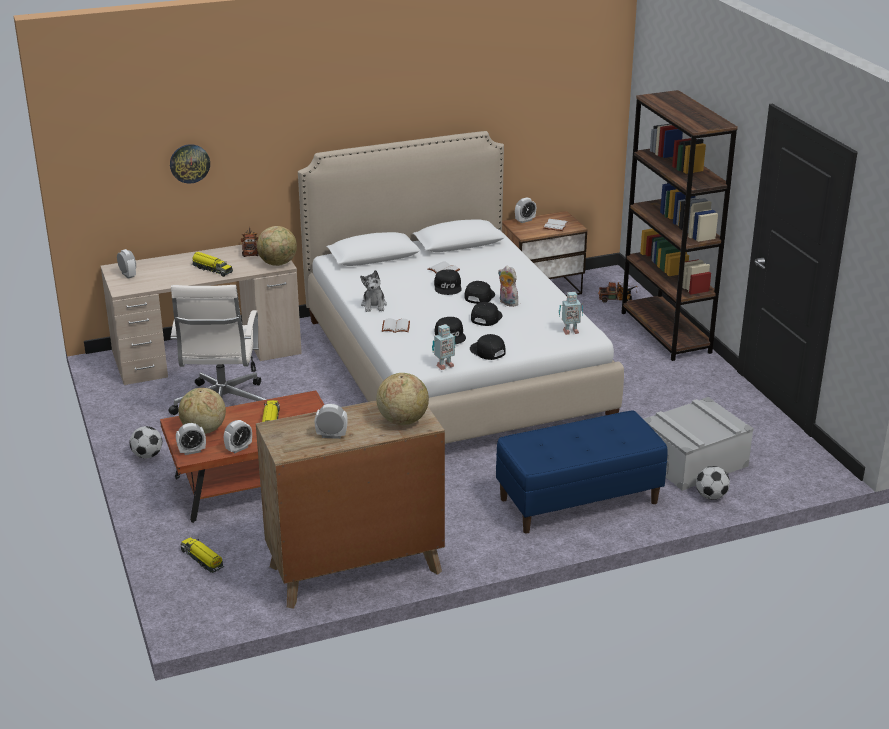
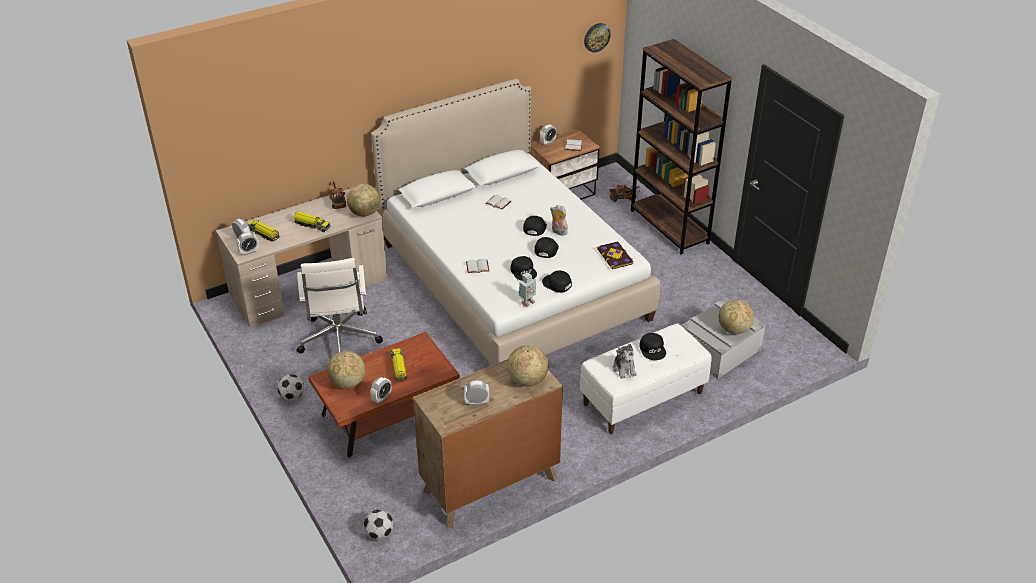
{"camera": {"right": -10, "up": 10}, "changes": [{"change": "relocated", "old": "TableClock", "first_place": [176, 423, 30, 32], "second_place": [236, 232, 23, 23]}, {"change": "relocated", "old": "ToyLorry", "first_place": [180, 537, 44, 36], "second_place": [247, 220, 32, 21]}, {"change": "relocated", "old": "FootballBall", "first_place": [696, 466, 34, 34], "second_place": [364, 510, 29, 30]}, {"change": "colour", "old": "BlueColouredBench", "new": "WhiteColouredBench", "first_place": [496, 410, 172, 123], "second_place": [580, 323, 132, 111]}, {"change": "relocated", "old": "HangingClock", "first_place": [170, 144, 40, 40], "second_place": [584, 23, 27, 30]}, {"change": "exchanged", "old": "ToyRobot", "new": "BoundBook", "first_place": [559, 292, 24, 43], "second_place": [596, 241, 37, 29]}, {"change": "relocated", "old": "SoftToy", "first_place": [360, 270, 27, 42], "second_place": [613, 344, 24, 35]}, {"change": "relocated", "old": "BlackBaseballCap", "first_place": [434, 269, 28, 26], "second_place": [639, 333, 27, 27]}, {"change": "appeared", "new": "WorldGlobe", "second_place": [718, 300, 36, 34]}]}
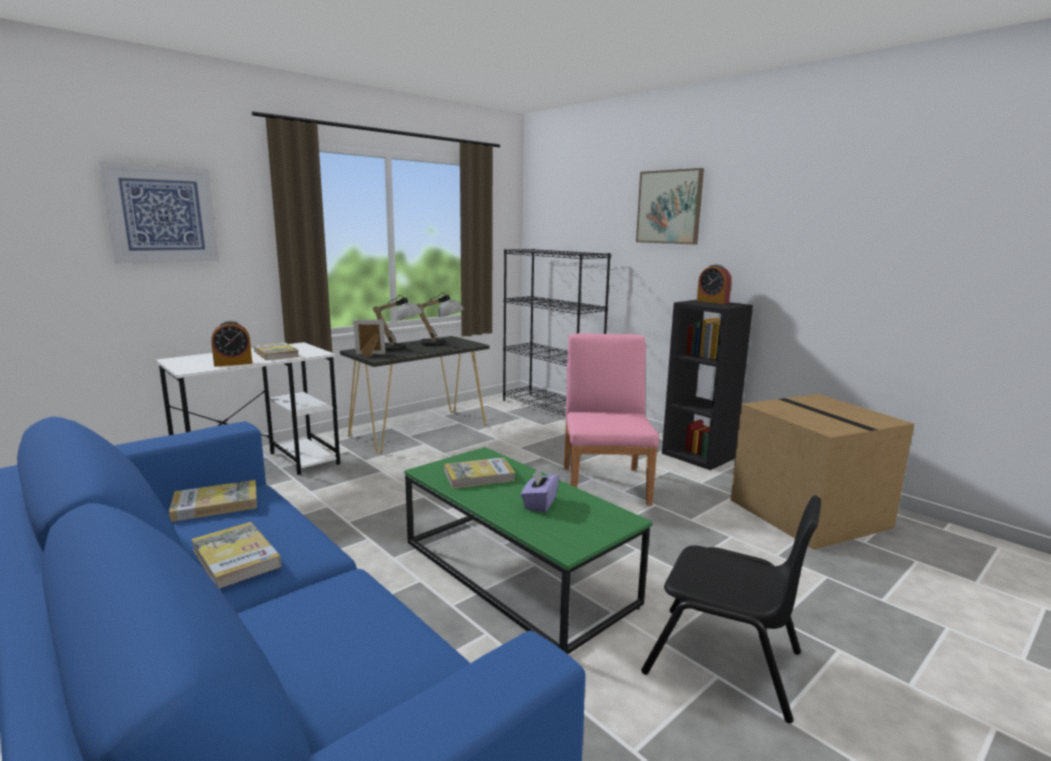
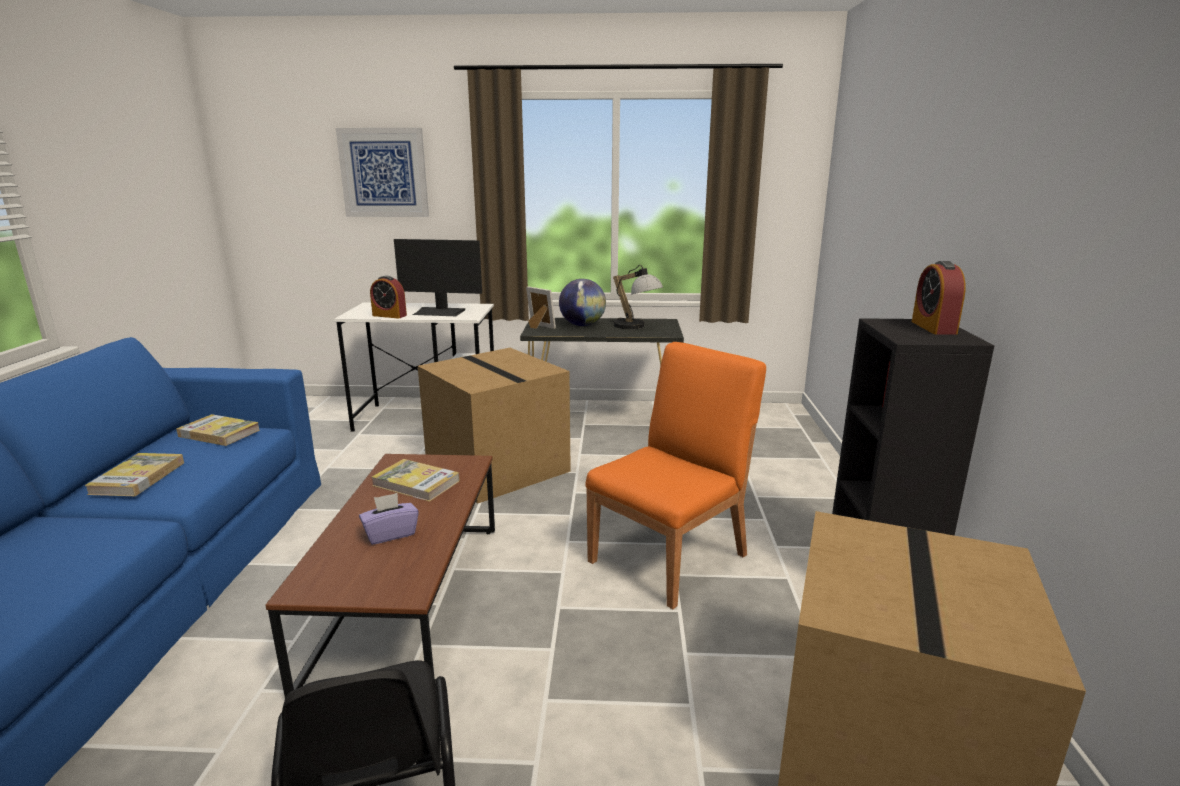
{"camera": {"right": 45, "up": 5}, "changes": [{"change": "colour", "old": "GreenColouredLowTable", "new": "BrownLowTable", "first_place": [404, 447, 249, 207], "second_place": [265, 454, 230, 244]}, {"change": "exchanged", "old": "BoundBook", "new": "ComputerScreen", "first_place": [253, 342, 46, 18], "second_place": [394, 239, 88, 77]}, {"change": "appeared", "new": "CardboardBox", "second_place": [418, 348, 153, 156]}, {"change": "exchanged", "old": "TabletopLamp", "new": "WorldGlobe", "first_place": [373, 295, 50, 56], "second_place": [559, 279, 47, 47]}, {"change": "colour", "old": "PinkColouredUprightChair", "new": "OrangeyUprightChair", "first_place": [564, 334, 95, 172], "second_place": [585, 342, 181, 267]}, {"change": "missing", "old": "BlackBookcase", "first_place": [503, 249, 108, 167]}, {"change": "missing", "old": "Picture", "first_place": [636, 168, 68, 76]}]}
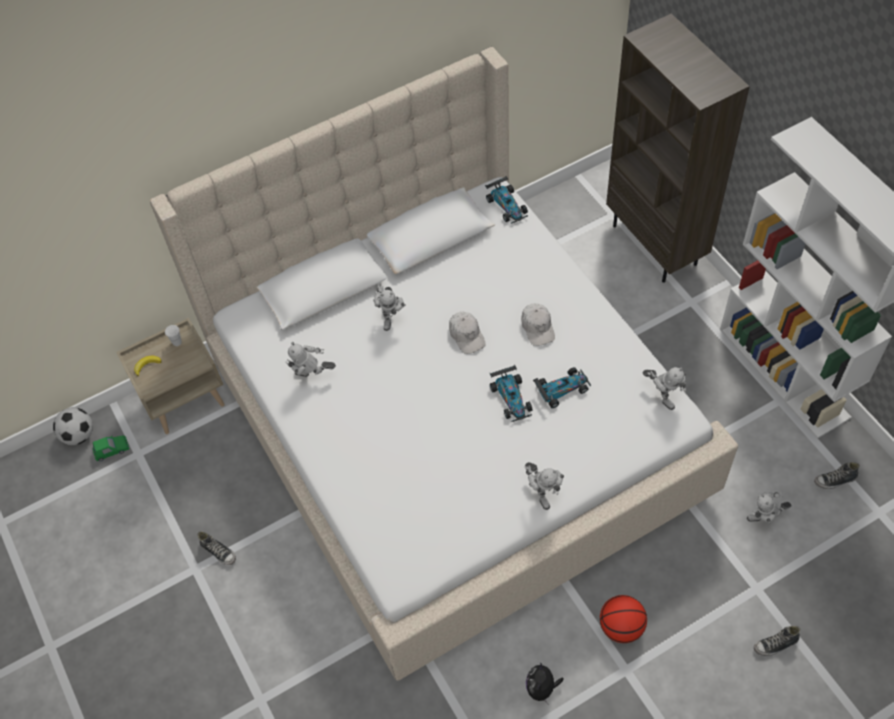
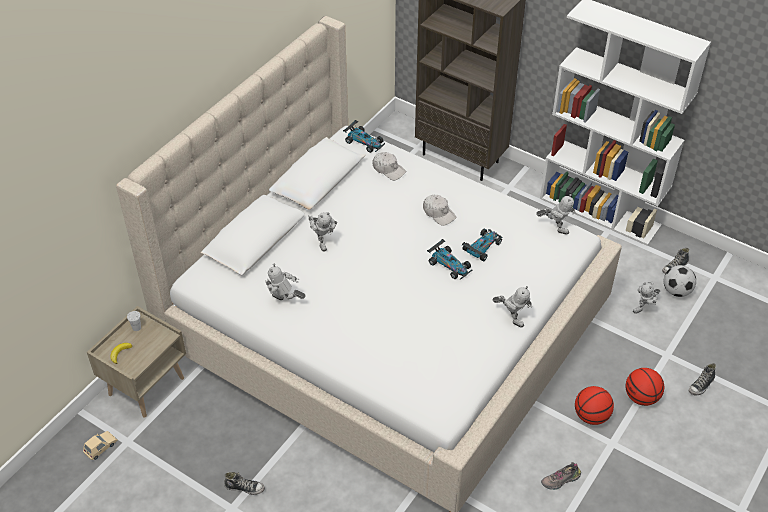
{"camera": {"right": -30, "up": -10}, "changes": [{"change": "colour", "old": "GreenColouredModelCar", "new": "SandColouredModelCar", "first_place": [93, 435, 36, 26], "second_place": [83, 431, 35, 29]}, {"change": "spun", "old": "ToyRobot", "first_place": [285, 342, 51, 35], "second_place": [265, 263, 41, 37], "degrees": 45}, {"change": "relocated", "old": "WhiteColouredBaseballCap", "first_place": [449, 312, 37, 42], "second_place": [372, 152, 34, 28]}, {"change": "exchanged", "old": "SoftToy", "new": "LowShoe", "first_place": [526, 662, 38, 43], "second_place": [541, 462, 40, 28]}, {"change": "appeared", "new": "BasketballBall", "second_place": [626, 368, 38, 38]}, {"change": "relocated", "old": "FootballBall", "first_place": [53, 407, 40, 38], "second_place": [664, 265, 32, 32]}]}
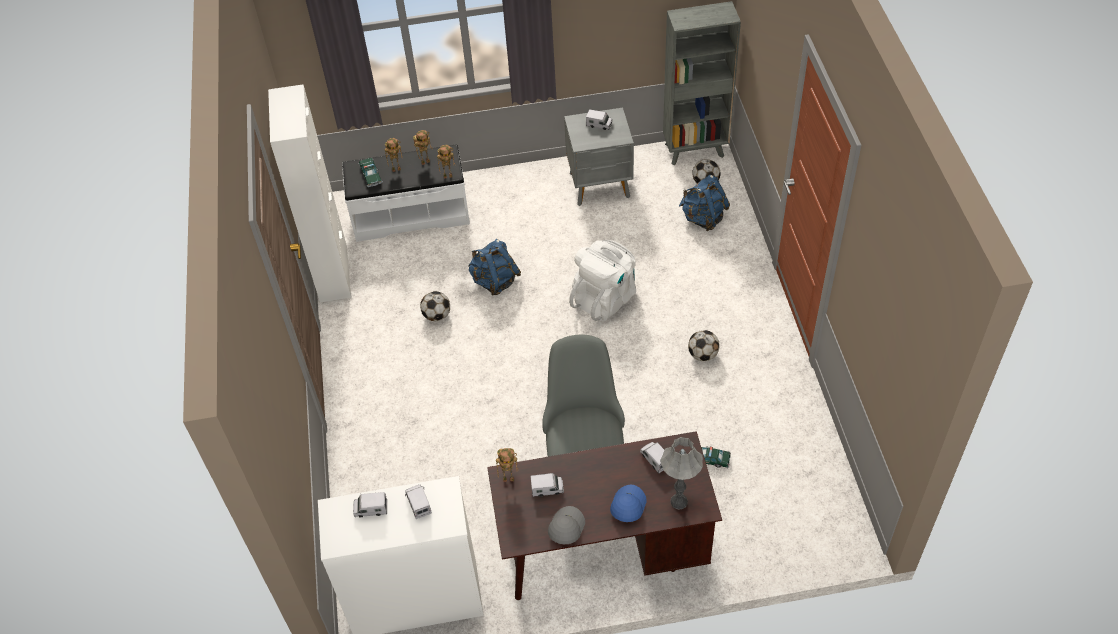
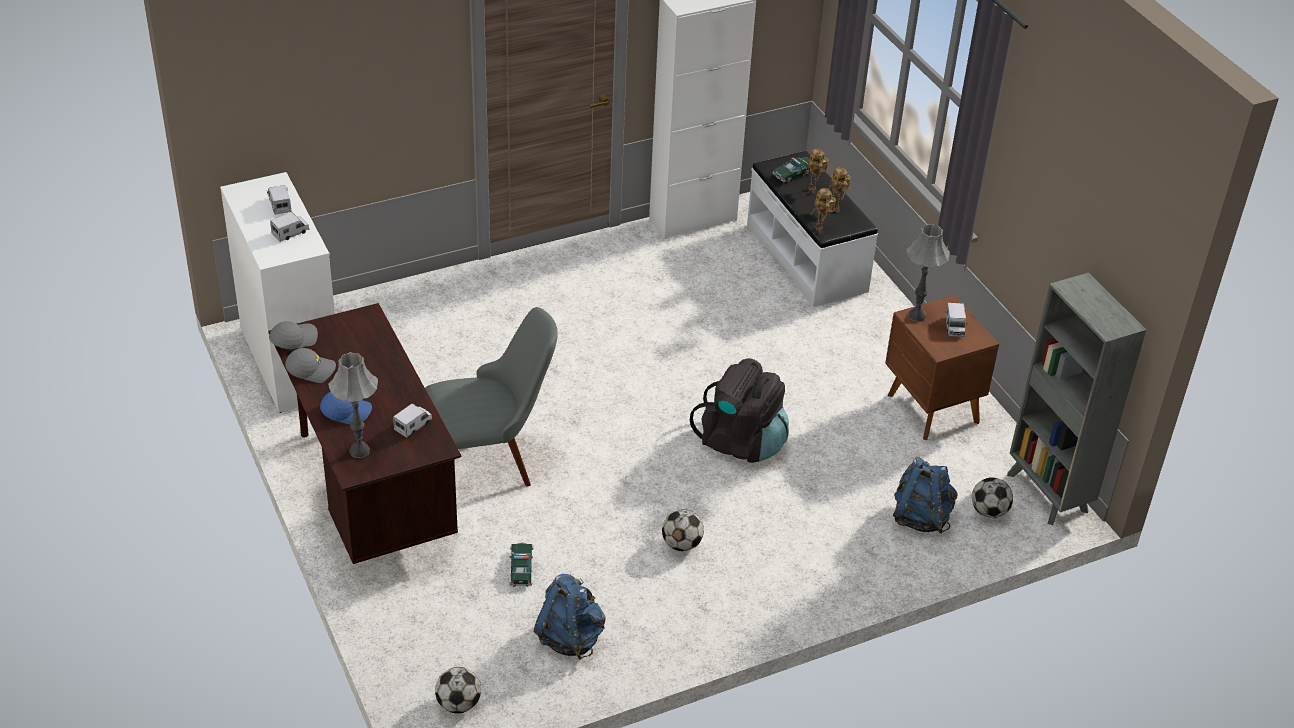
{"camera": {"right": 70, "up": -10}, "changes": [{"change": "appeared", "new": "GreyishBaseballCap", "second_place": [269, 321, 49, 28]}, {"change": "relocated", "old": "FootballBall", "first_place": [420, 291, 30, 30], "second_place": [435, 667, 46, 46]}, {"change": "relocated", "old": "BlueColouredRucksack", "first_place": [468, 239, 53, 57], "second_place": [534, 574, 71, 86]}, {"change": "colour", "old": "WhiteColouredRucksack", "new": "BlackRucksack", "first_place": [569, 240, 67, 81], "second_place": [690, 358, 99, 105]}, {"change": "colour", "old": "GreyishNightstand", "new": "BrownNightstand", "first_place": [564, 108, 70, 98], "second_place": [885, 295, 114, 145]}, {"change": "appeared", "new": "GreyishTabletopLamp", "second_place": [907, 224, 43, 98]}, {"change": "missing", "old": "ToyRobot", "first_place": [496, 448, 22, 34]}, {"change": "missing", "old": "ToyLorry", "first_place": [531, 473, 33, 24]}]}
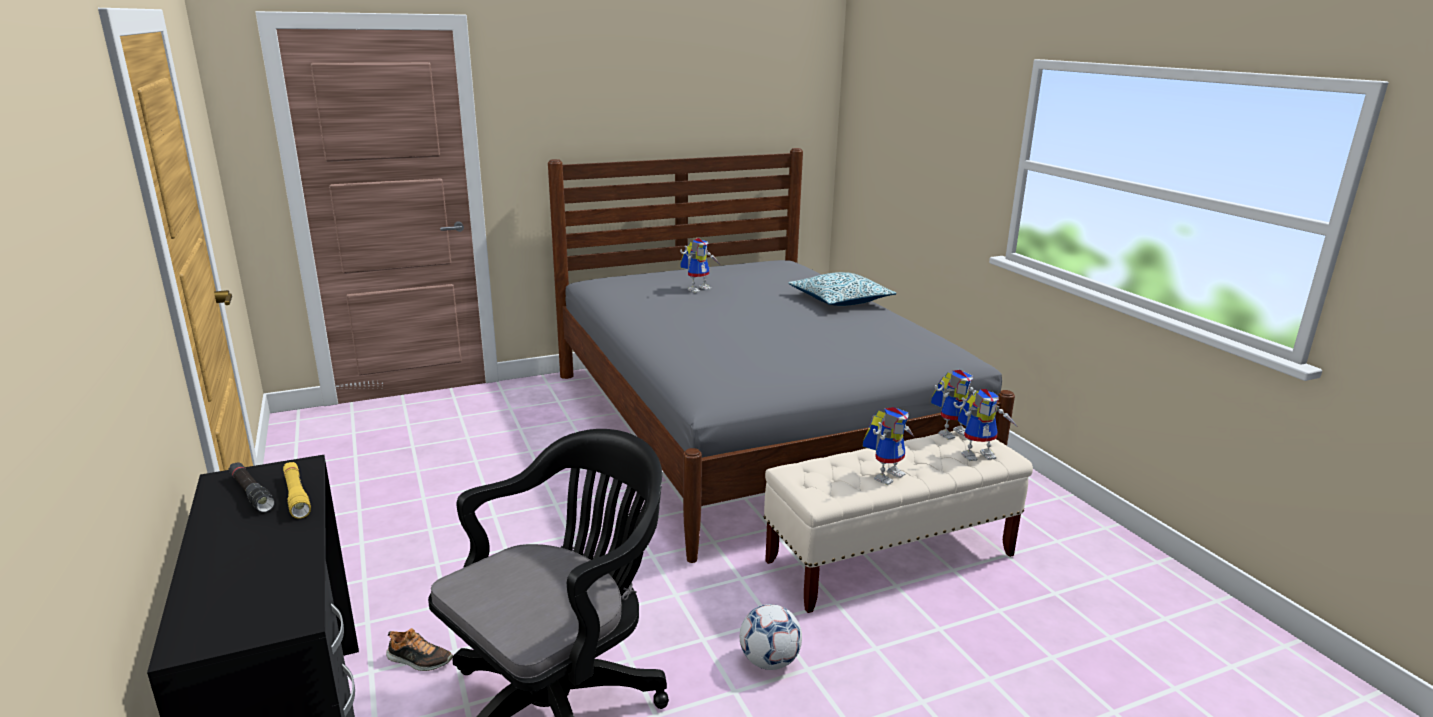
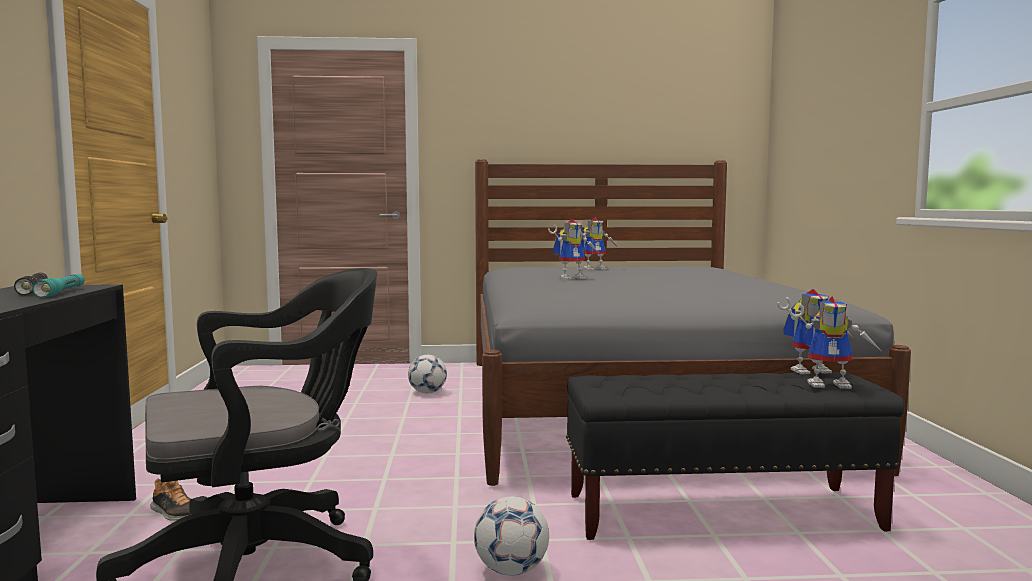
{"camera": {"right": 20, "up": -15}, "changes": [{"change": "colour", "old": "YellowishFlashlight", "new": "TurquoiseFlashlight", "first_place": [283, 462, 28, 56], "second_place": [32, 274, 53, 24]}, {"change": "appeared", "new": "FootballBall", "second_place": [408, 355, 39, 38]}, {"change": "relocated", "old": "ToyRobot", "first_place": [863, 407, 51, 78], "second_place": [548, 219, 51, 61]}, {"change": "colour", "old": "SandColouredBench", "new": "BlackBench", "first_place": [764, 428, 269, 185], "second_place": [566, 372, 338, 168]}, {"change": "missing", "old": "Pillow", "first_place": [788, 272, 108, 34]}]}
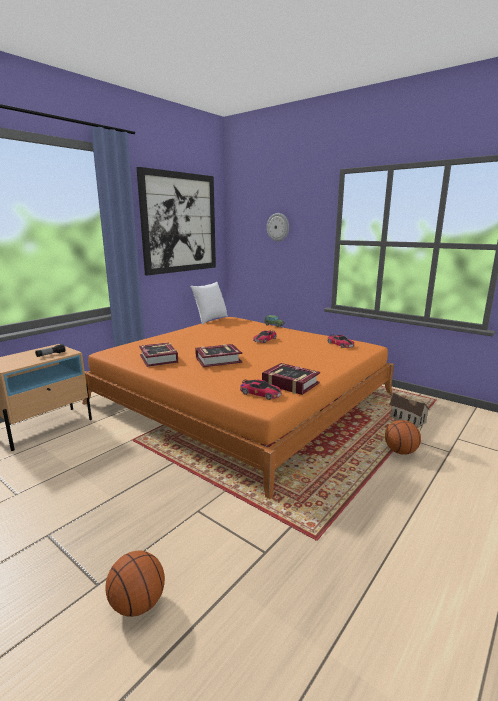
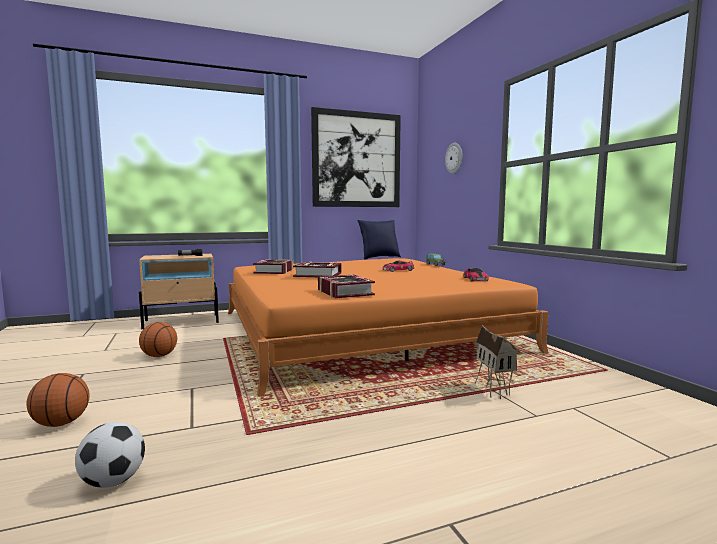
{"camera": {"right": 30, "up": -10}, "changes": [{"change": "appeared", "new": "FootballBall", "second_place": [75, 422, 70, 66]}, {"change": "relocated", "old": "BasketballBall", "first_place": [385, 420, 36, 35], "second_place": [139, 322, 38, 35]}, {"change": "colour", "old": "WhiteColouredPillow", "new": "BlueColouredPillow", "first_place": [190, 282, 38, 42], "second_place": [357, 220, 44, 40]}, {"change": "missing", "old": "ModelCar", "first_place": [240, 380, 41, 20]}]}
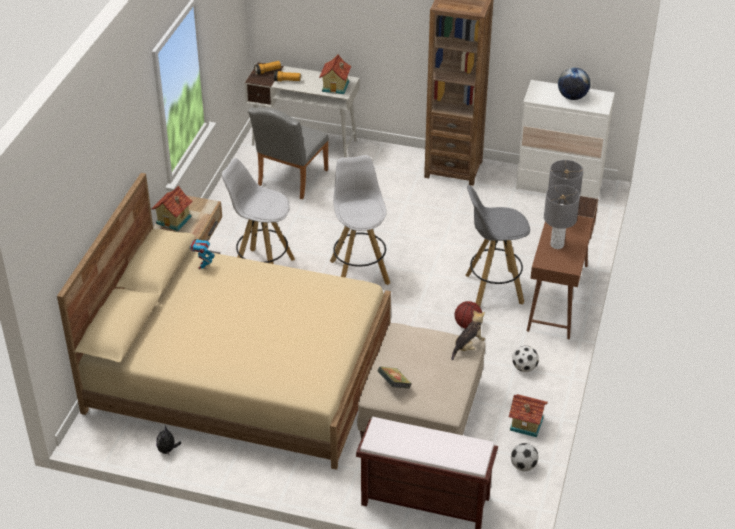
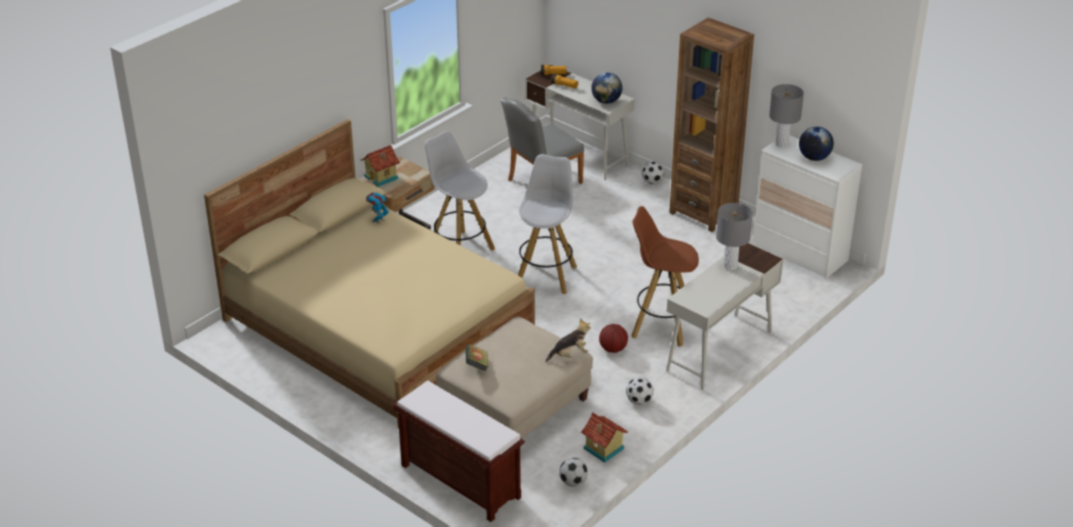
{"camera": {"right": 25, "up": -5}, "changes": [{"change": "exchanged", "old": "ModelHouse", "new": "WorldGlobe", "first_place": [319, 55, 32, 39], "second_place": [591, 72, 31, 32]}, {"change": "colour", "old": "GreyishStoolSeat", "new": "BrownStoolSeat", "first_place": [465, 185, 65, 121], "second_place": [631, 206, 68, 141]}, {"change": "appeared", "new": "FootballBall", "second_place": [642, 161, 22, 23]}, {"change": "colour", "old": "BrownDesk", "new": "WhiteColouredDesk", "first_place": [527, 196, 71, 144], "second_place": [666, 243, 117, 147]}, {"change": "relocated", "old": "GreyishTabletopLamp", "first_place": [544, 185, 36, 64], "second_place": [769, 84, 35, 64]}, {"change": "missing", "old": "SoftToy", "first_place": [156, 426, 25, 28]}]}
